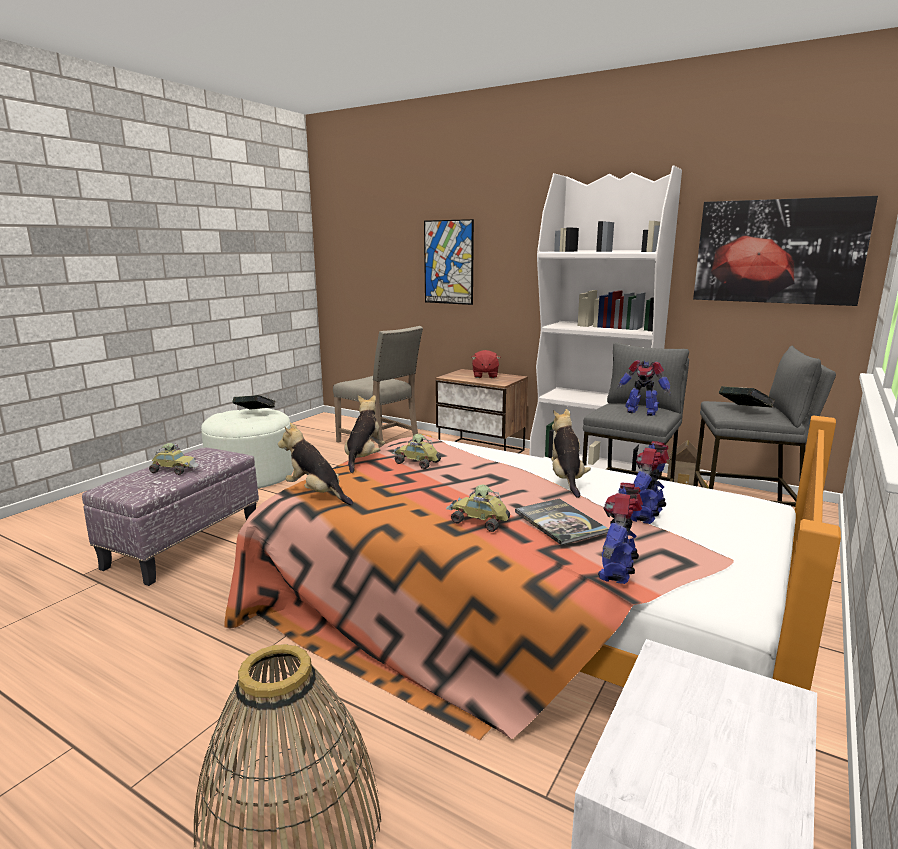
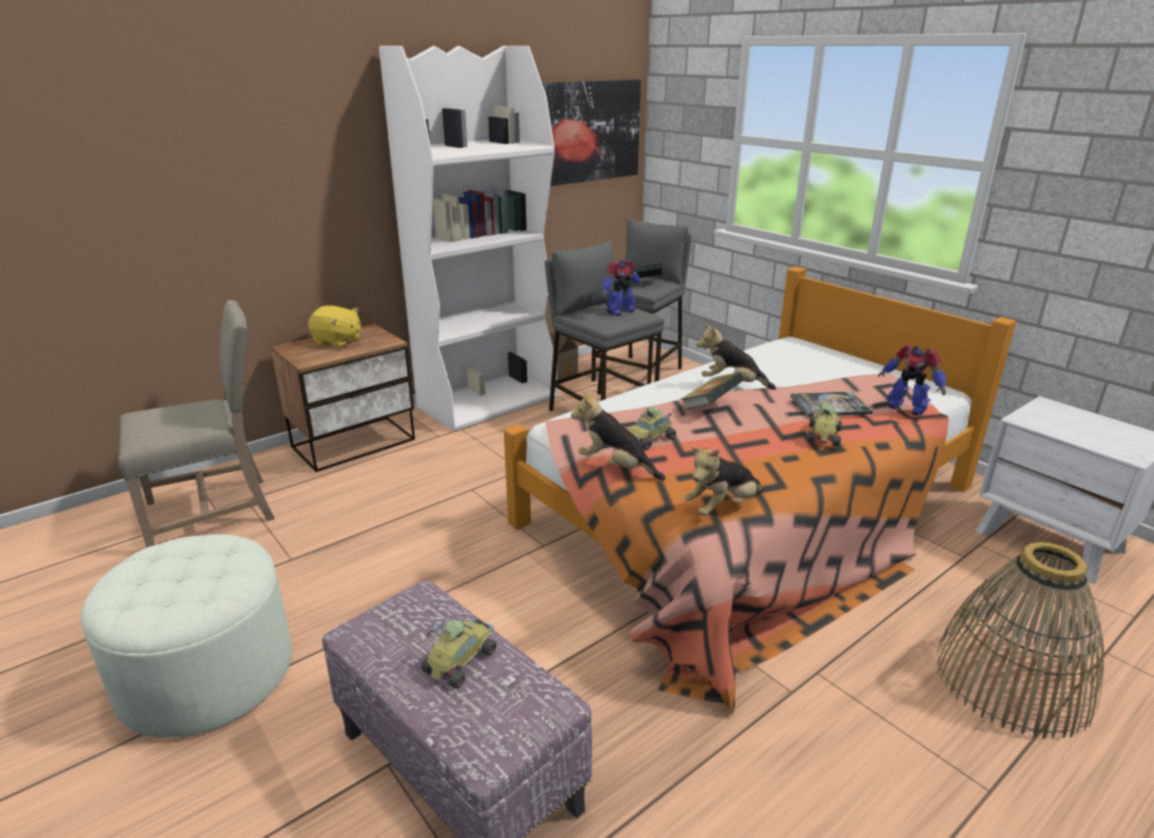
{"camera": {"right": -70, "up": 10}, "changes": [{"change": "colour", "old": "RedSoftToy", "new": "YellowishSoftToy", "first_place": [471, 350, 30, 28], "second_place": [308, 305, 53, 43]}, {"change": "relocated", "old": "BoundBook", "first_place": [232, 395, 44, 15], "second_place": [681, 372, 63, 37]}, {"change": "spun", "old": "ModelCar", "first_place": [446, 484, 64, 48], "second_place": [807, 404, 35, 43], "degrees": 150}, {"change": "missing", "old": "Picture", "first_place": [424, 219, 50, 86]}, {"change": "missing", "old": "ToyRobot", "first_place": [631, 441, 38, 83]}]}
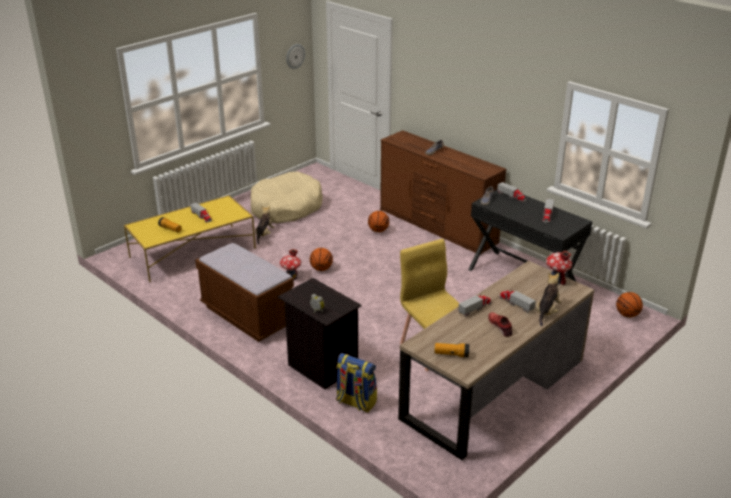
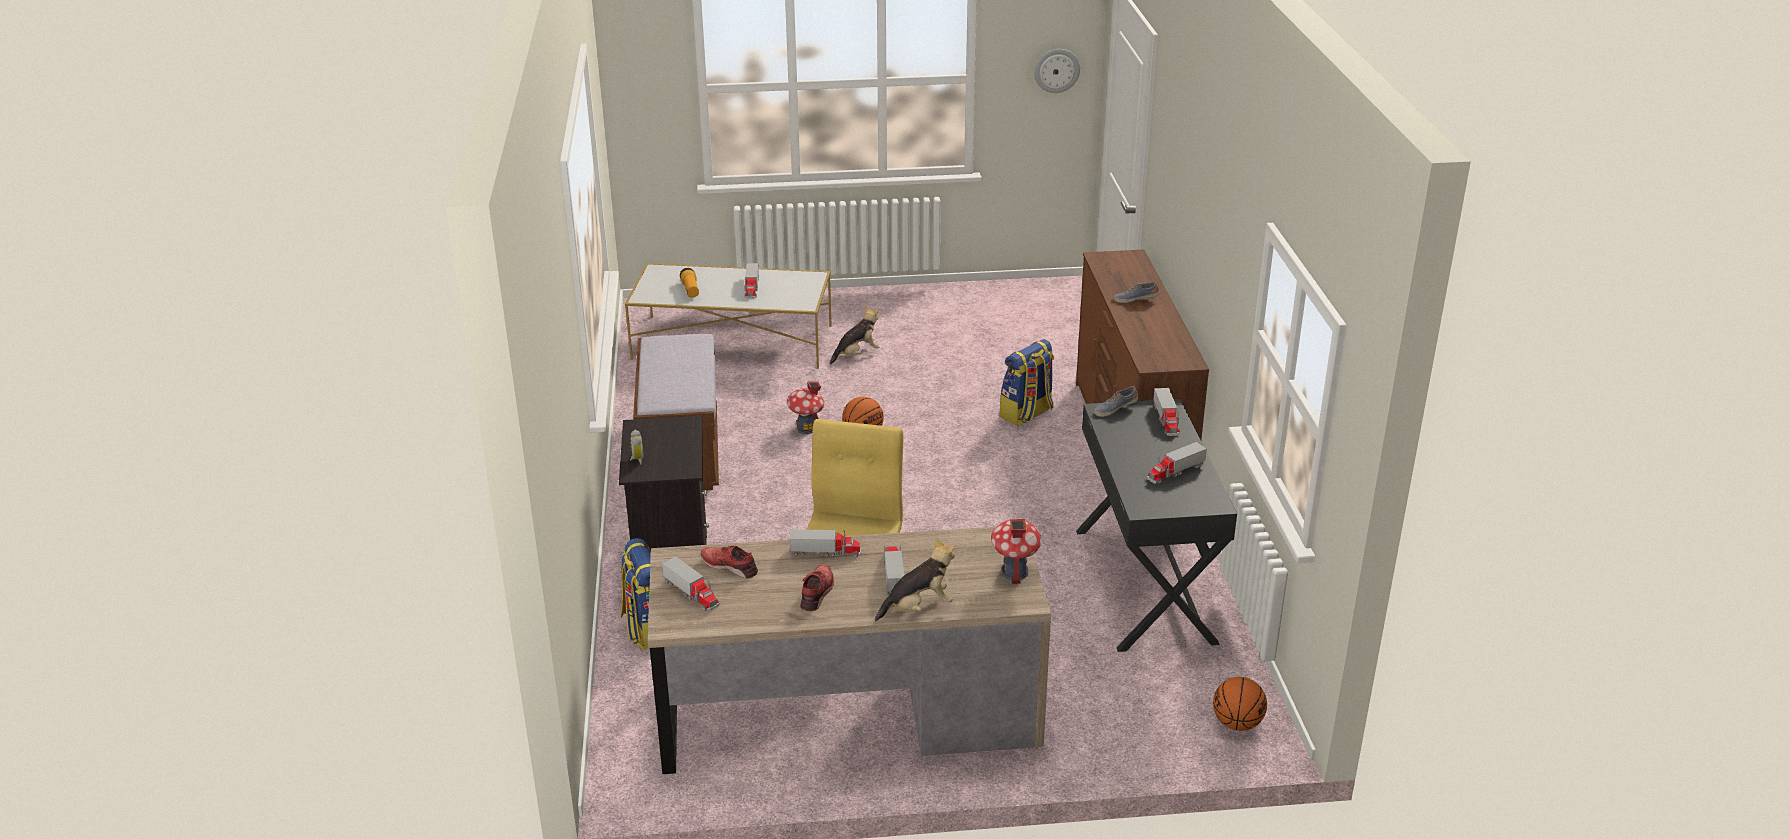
{"camera": {"right": 40, "up": 0}, "changes": [{"change": "colour", "old": "YellowishLowTable", "new": "WhiteColouredLowTable", "first_place": [124, 195, 132, 87], "second_place": [625, 263, 206, 106]}, {"change": "exchanged", "old": "Flashlight", "new": "ToyLorry", "first_place": [434, 343, 36, 14], "second_place": [662, 557, 58, 54]}, {"change": "appeared", "new": "RedLowShoe", "second_place": [701, 545, 57, 33]}, {"change": "exchanged", "old": "BasketballBall", "new": "Rucksack", "first_place": [368, 211, 21, 21], "second_place": [1000, 339, 54, 87]}, {"change": "missing", "old": "SandColouredPetBed", "first_place": [251, 172, 72, 51]}]}
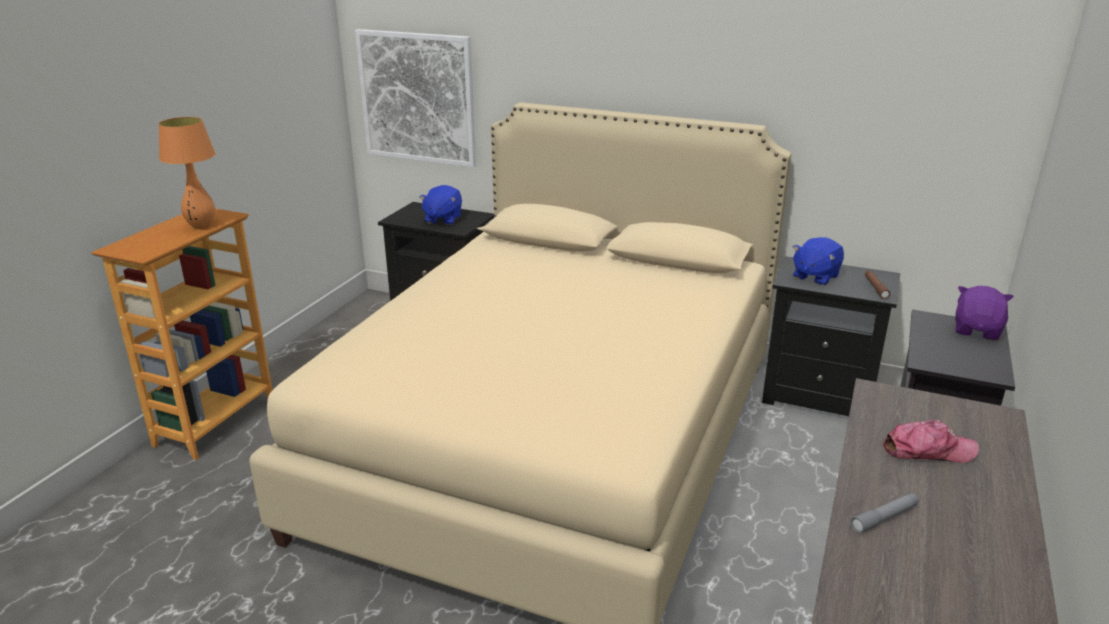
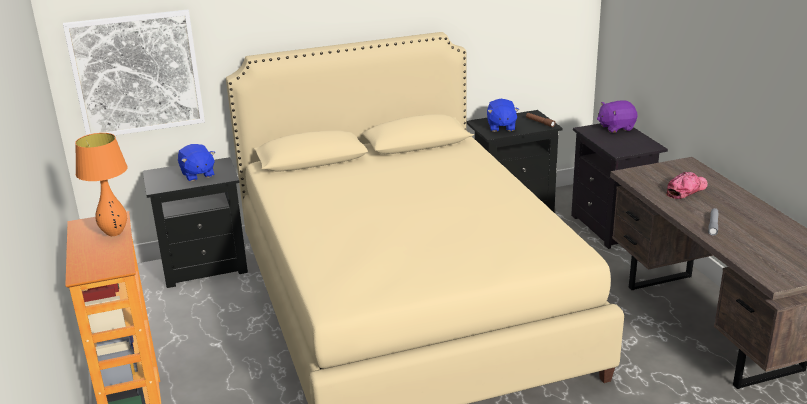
{"camera": {"right": -40, "up": 0}, "changes": [{"change": "spun", "old": "PurpleColouredSoftToy", "first_place": [955, 286, 58, 54], "second_place": [597, 100, 40, 33], "degrees": -90}]}
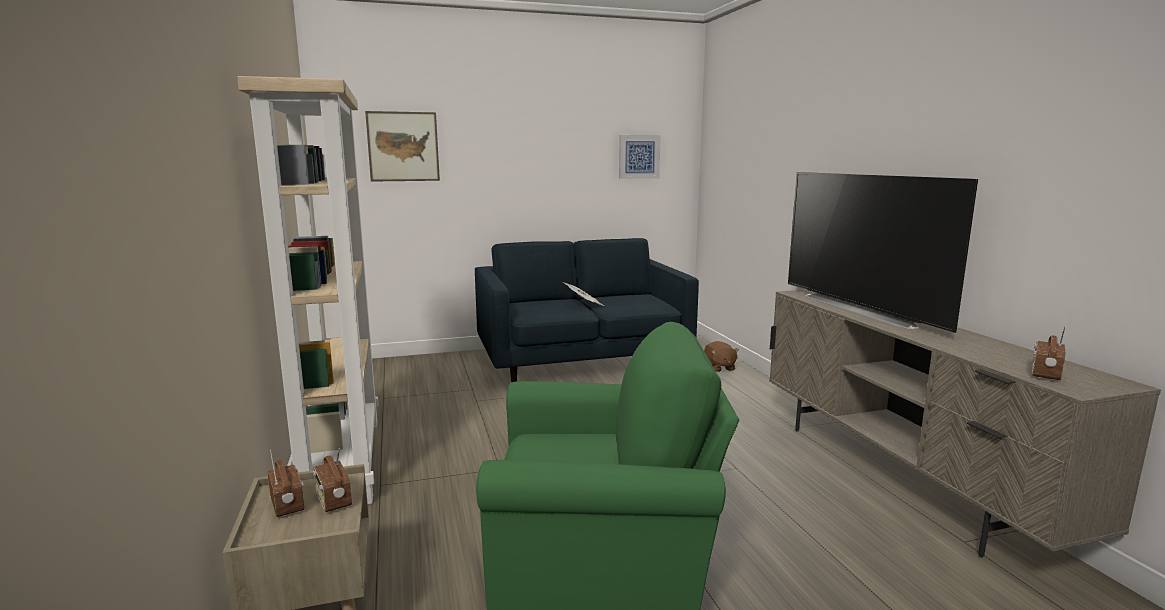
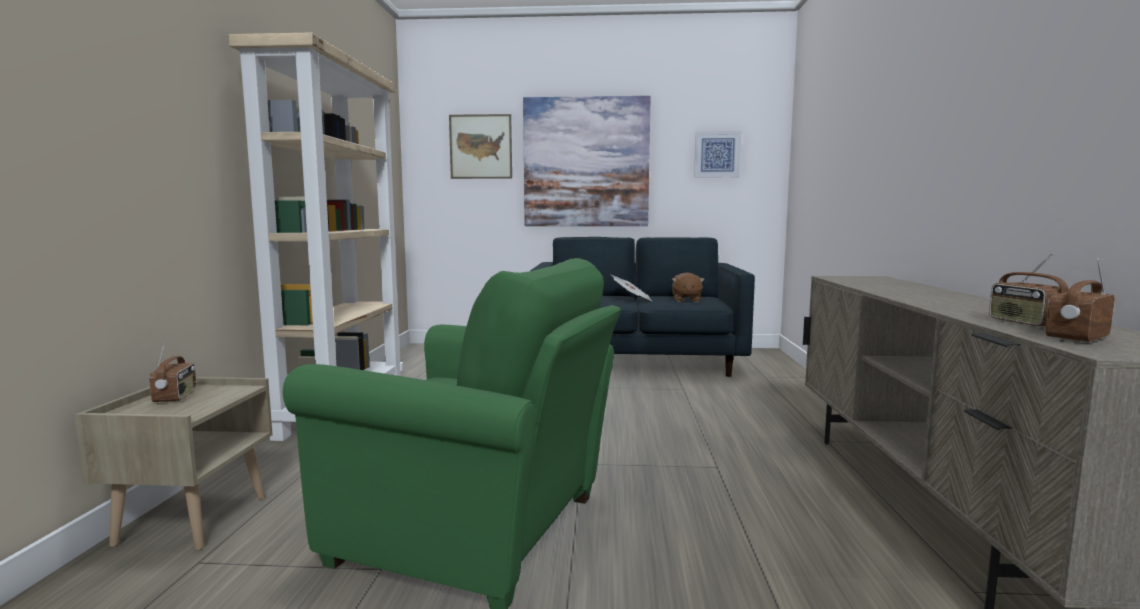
{"camera": {"right": 20, "up": -5}, "changes": [{"change": "appeared", "new": "Picture", "second_place": [523, 96, 128, 130]}, {"change": "relocated", "old": "BrownSoftToy", "first_place": [704, 341, 35, 31], "second_place": [672, 272, 33, 30]}, {"change": "relocated", "old": "RadioSet", "first_place": [313, 448, 39, 64], "second_place": [989, 253, 80, 75]}, {"change": "missing", "old": "TvSet", "first_place": [788, 172, 190, 162]}]}
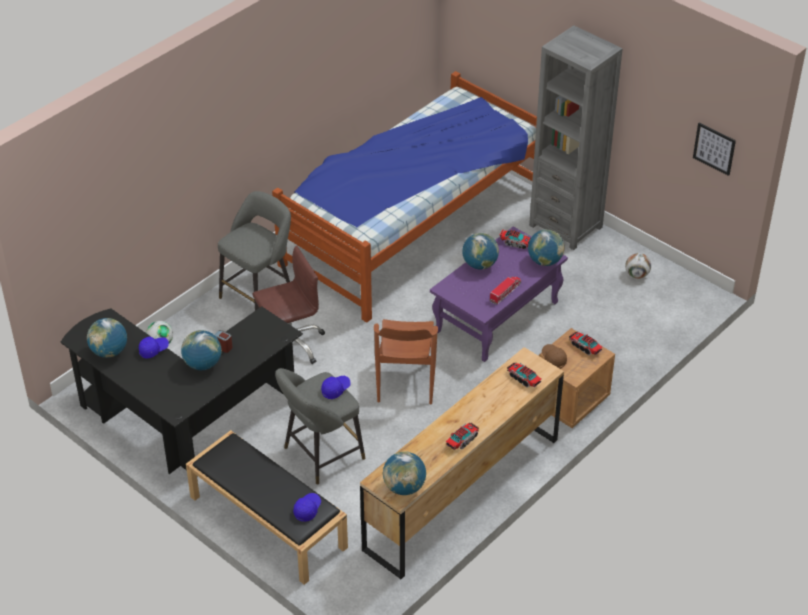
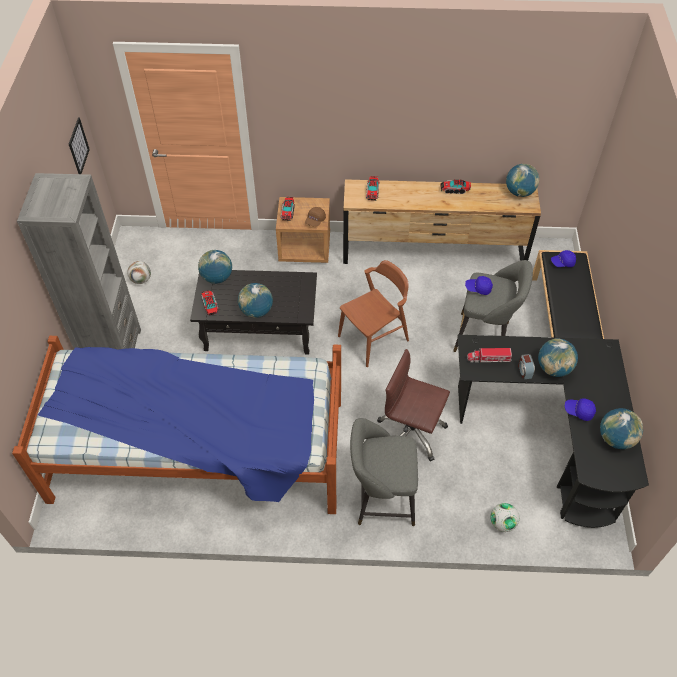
{"camera": {"right": -130, "up": 10}, "changes": [{"change": "colour", "old": "PurpleColouredLowTable", "new": "BlackLowTable", "first_place": [430, 226, 138, 136], "second_place": [190, 270, 127, 85]}, {"change": "relocated", "old": "ToyLorry", "first_place": [489, 276, 32, 29], "second_place": [467, 348, 45, 15]}]}
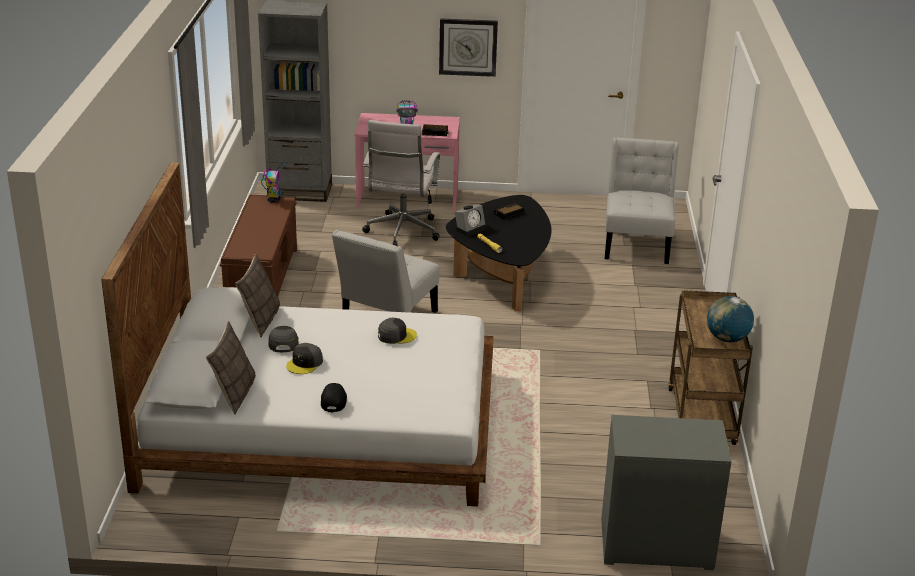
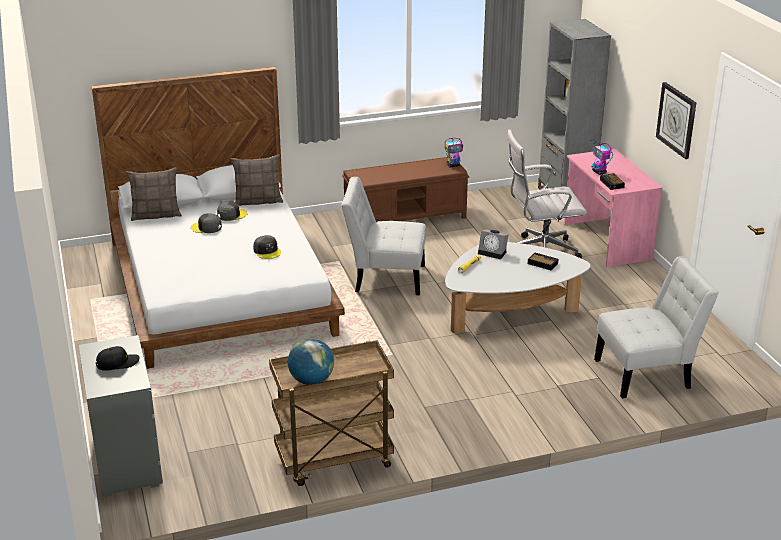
{"camera": {"right": 70, "up": 0}, "changes": [{"change": "relocated", "old": "BlackBaseballCap", "first_place": [321, 383, 26, 29], "second_place": [96, 346, 43, 25]}, {"change": "colour", "old": "BlackLowTable", "new": "WhiteColouredLowTable", "first_place": [446, 195, 106, 116], "second_place": [445, 242, 145, 92]}]}
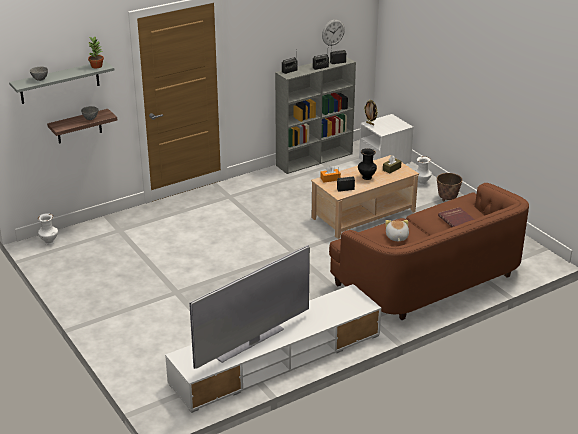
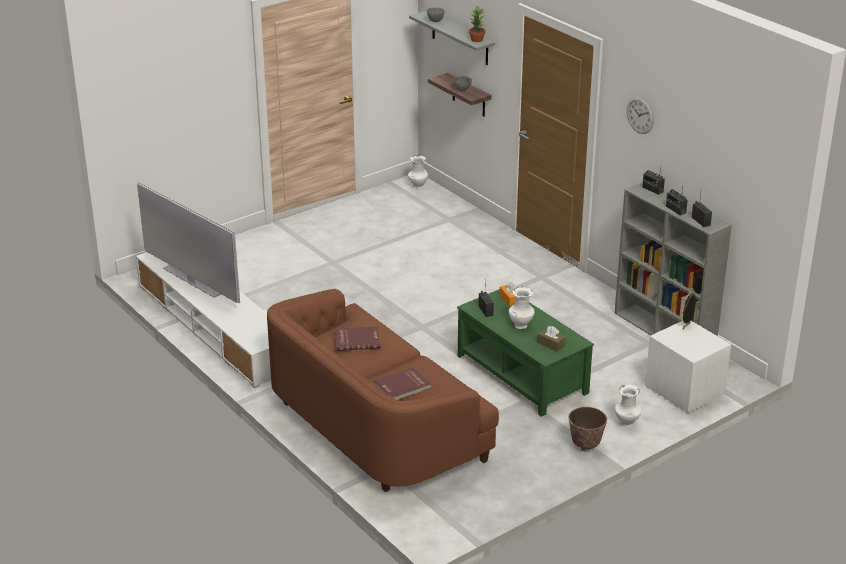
{"camera": {"right": 85, "up": 0}, "changes": [{"change": "exchanged", "old": "SoftToy", "new": "RedBoundBook", "first_place": [385, 220, 24, 21], "second_place": [335, 326, 46, 25]}, {"change": "colour", "old": "SandColouredLowTable", "new": "GreenColouredLowTable", "first_place": [311, 155, 108, 84], "second_place": [457, 289, 137, 128]}, {"change": "colour", "old": "BlackVase", "new": "WhiteColouredVase", "first_place": [358, 148, 19, 32], "second_place": [509, 287, 26, 42]}, {"change": "relocated", "old": "HangingClock", "first_place": [322, 19, 23, 27], "second_place": [626, 97, 28, 37]}]}
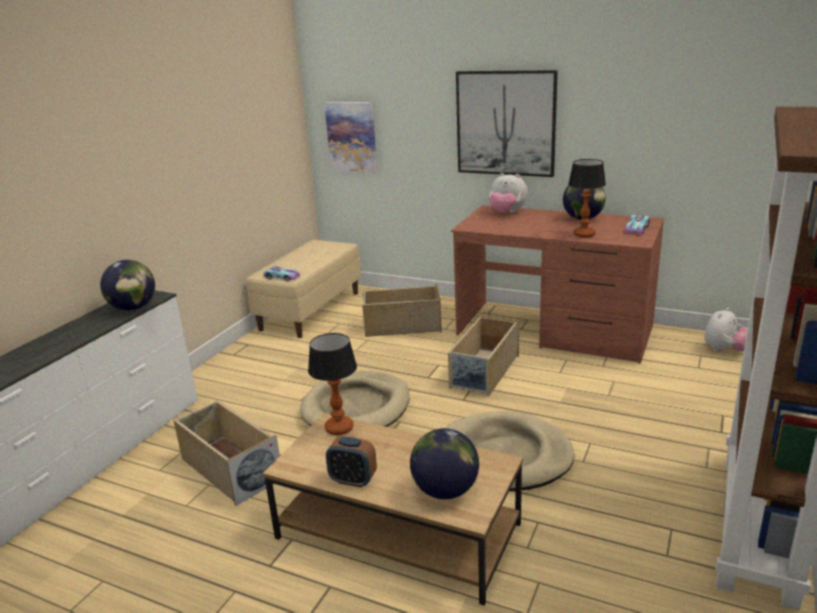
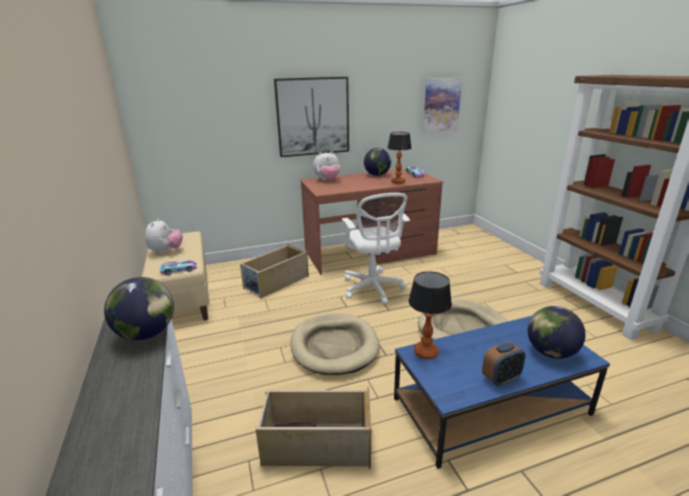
{"camera": {"right": -45, "up": 0}, "changes": [{"change": "relocated", "old": "SoftToy", "first_place": [704, 307, 44, 45], "second_place": [145, 218, 38, 36]}, {"change": "exchanged", "old": "SandColouredStorageBox", "new": "WhiteColouredDeskChair", "first_place": [448, 314, 71, 82], "second_place": [342, 193, 68, 112]}, {"change": "colour", "old": "BrownLowTable", "new": "BlueColouredLowTable", "first_place": [263, 413, 260, 193], "second_place": [394, 316, 216, 153]}, {"change": "relocated", "old": "Picture", "first_place": [324, 102, 53, 72], "second_place": [423, 78, 39, 55]}]}
